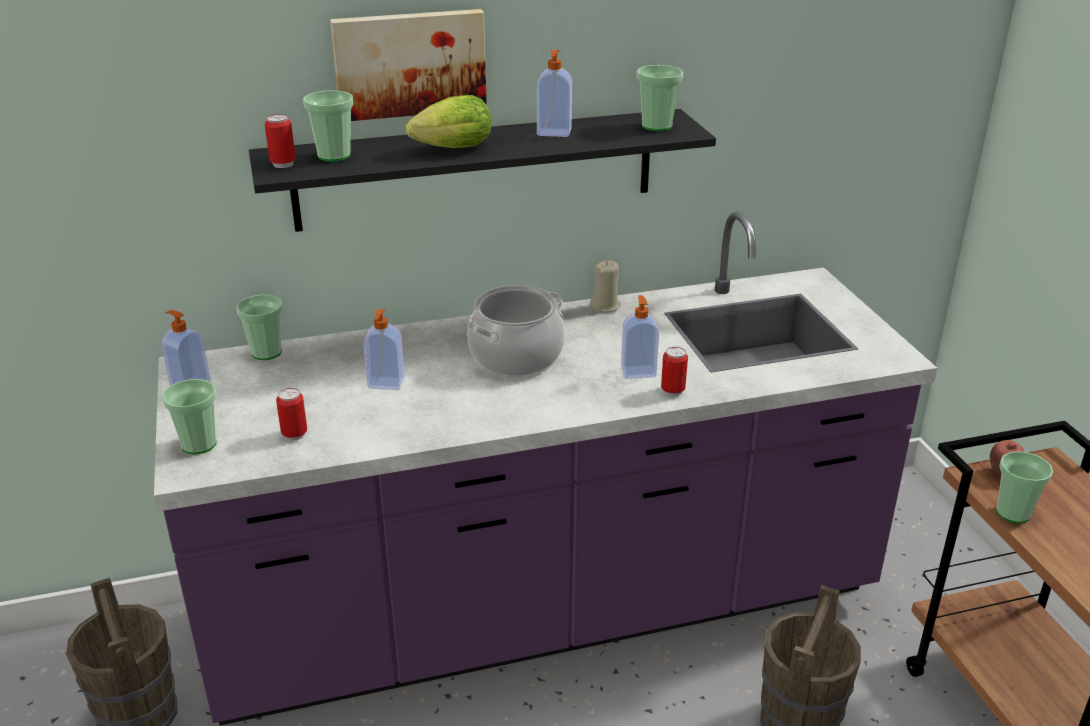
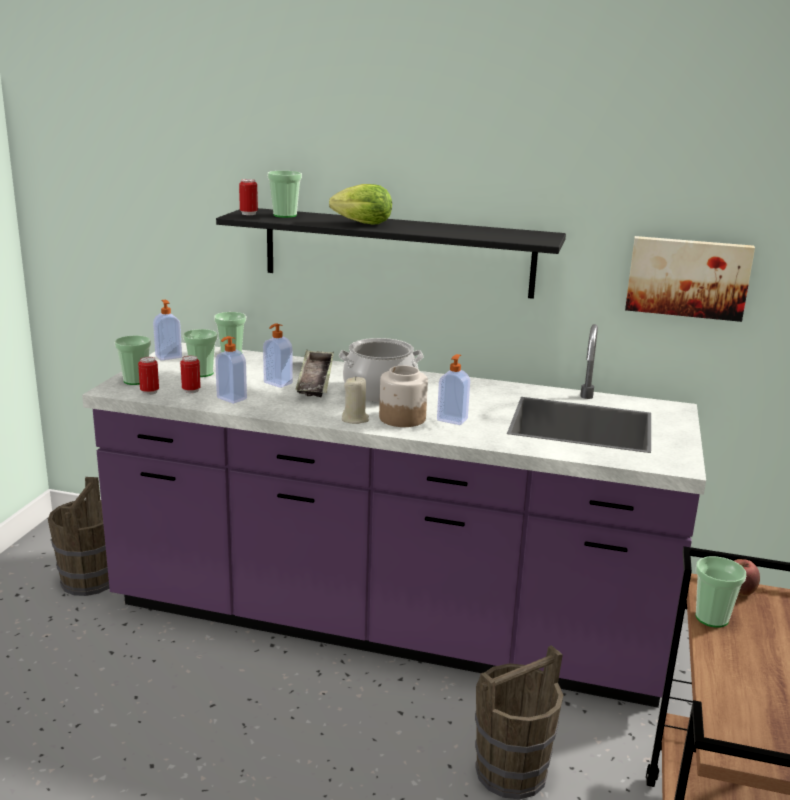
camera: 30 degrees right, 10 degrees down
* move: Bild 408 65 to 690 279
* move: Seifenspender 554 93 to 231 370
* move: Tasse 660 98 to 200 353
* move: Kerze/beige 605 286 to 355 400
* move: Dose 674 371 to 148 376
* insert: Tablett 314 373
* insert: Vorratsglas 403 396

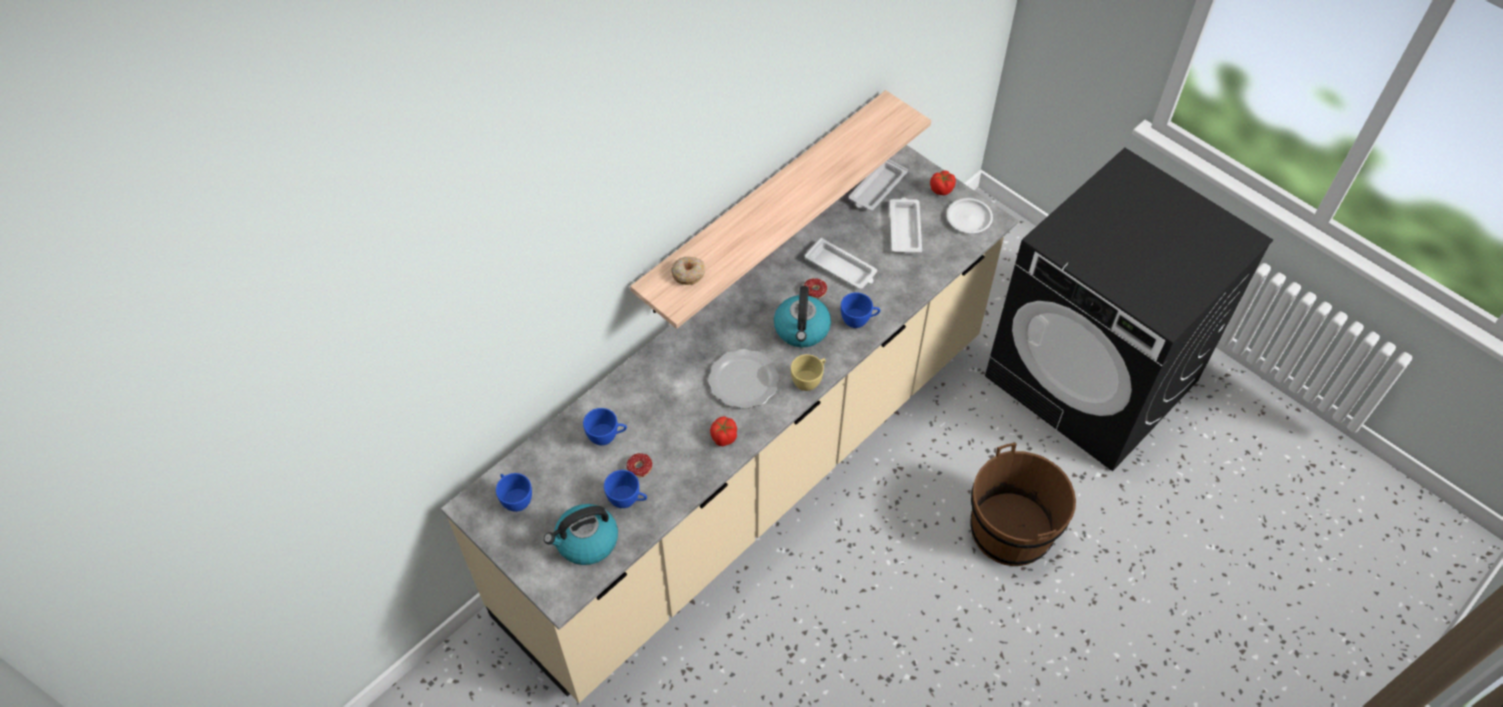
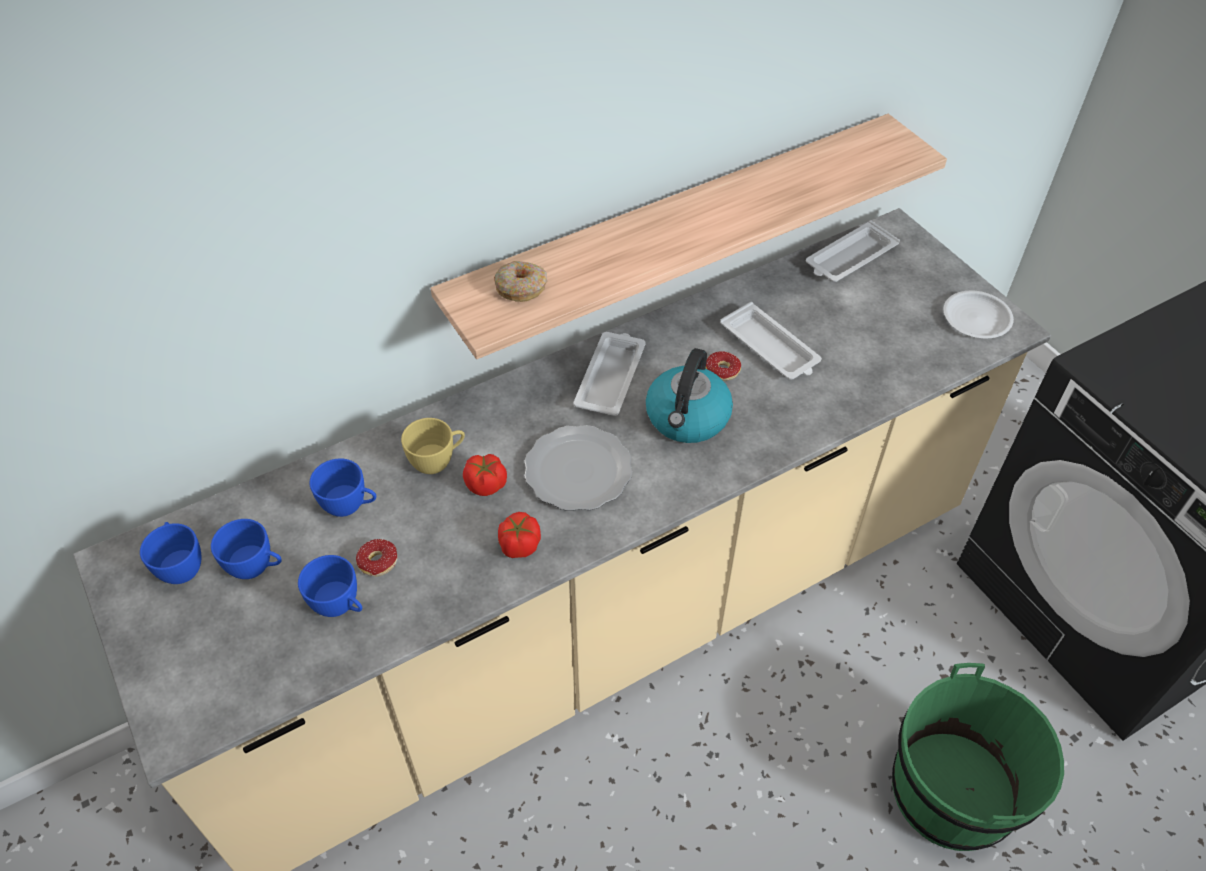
camera: 15 degrees right, 5 degrees down
* move: Tomate 943 182 to 485 475
* move: Tablett/weiß 906 225 to 609 374
* move: Tasse/blau 860 310 to 246 549
* move: Tasse/gelb 808 372 to 433 446
* recolor: Eimer/braun 1023 504 to Eimer/grün 978 757
* delete: Wasserkessel 581 534

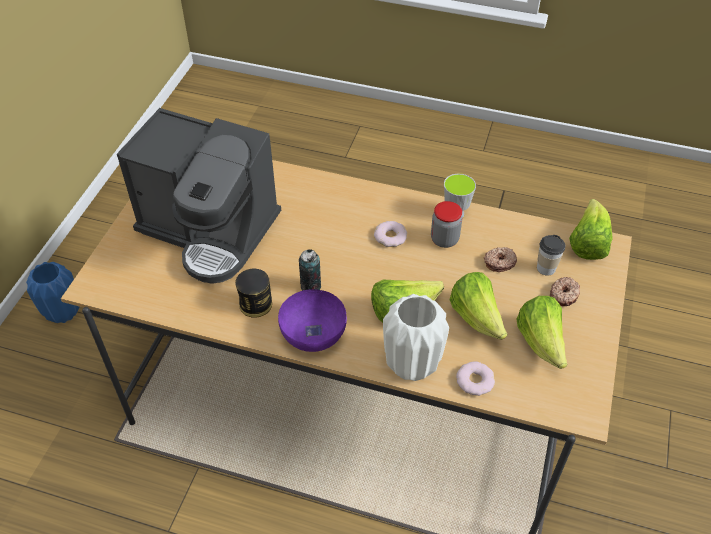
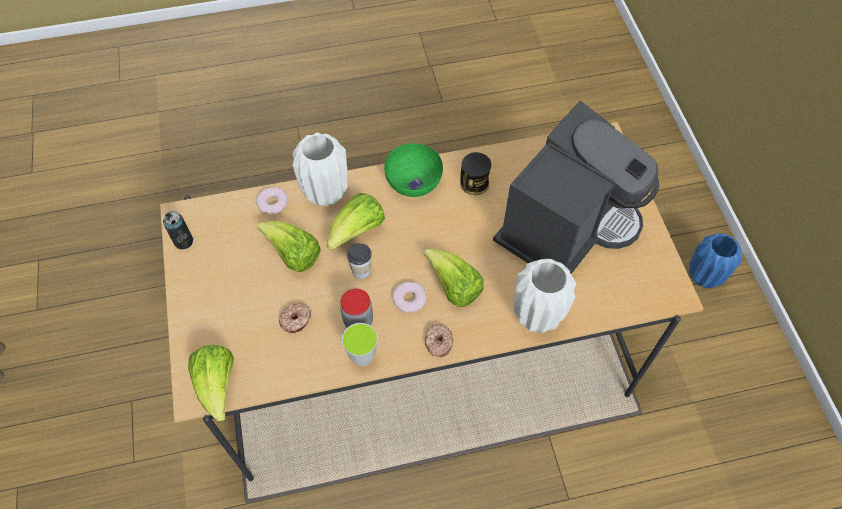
camera: 150 degrees right, 10 degrees up
* rotate: Kaffeemaschine 199 196 = 576 187 135 degrees clockwise
* move: Tasse 551 255 to 359 261
* move: Dose 310 270 to 178 230
* move: Donut 565 291 to 439 340
* recolor: Schüssel/lila 312 320 to Schüssel/grün 413 170
* move: Salatkopf 541 332 to 454 278
* insert: Vase/weiß 545 296

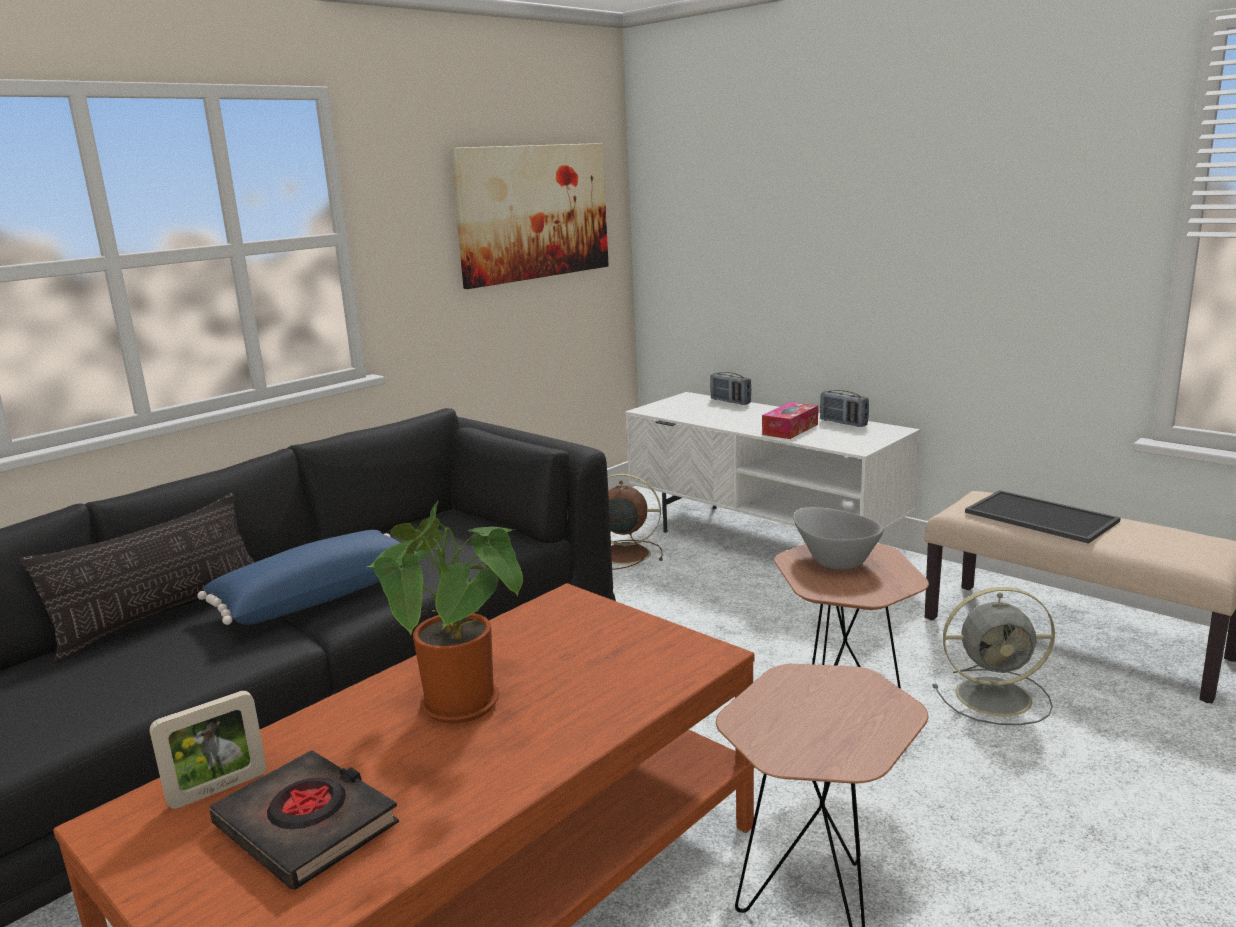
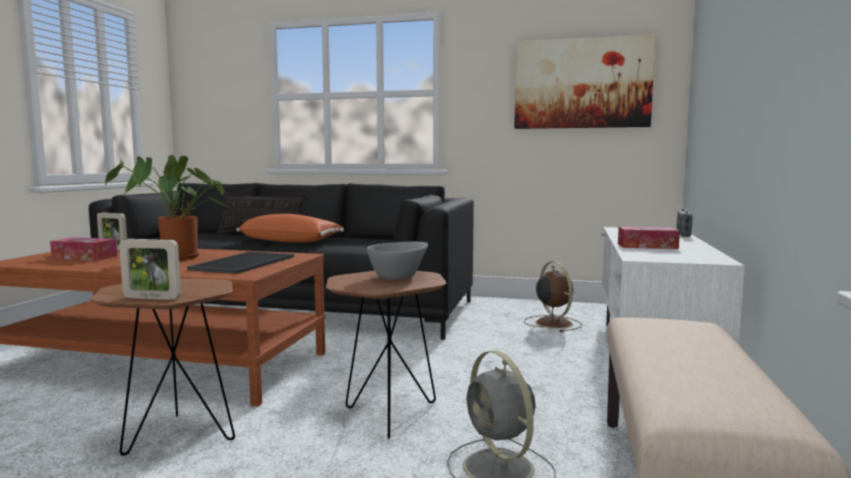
camera: 60 degrees right, 10 degrees down
* delete: Radio 844 408
* move: Tablett 1043 517 to 240 262
* recolor: Kissen/blau 306 577 to Kissen/orange 290 228
* replace: Buch/schwarz 304 820 to Taschentuchbox 83 249
* insert: Bilderrahmen 150 269

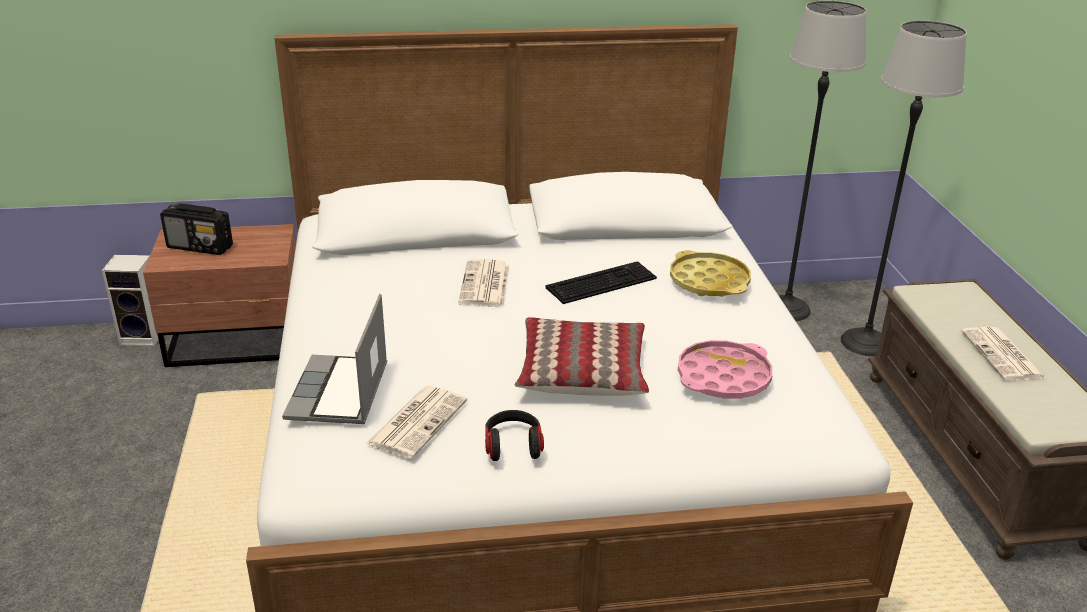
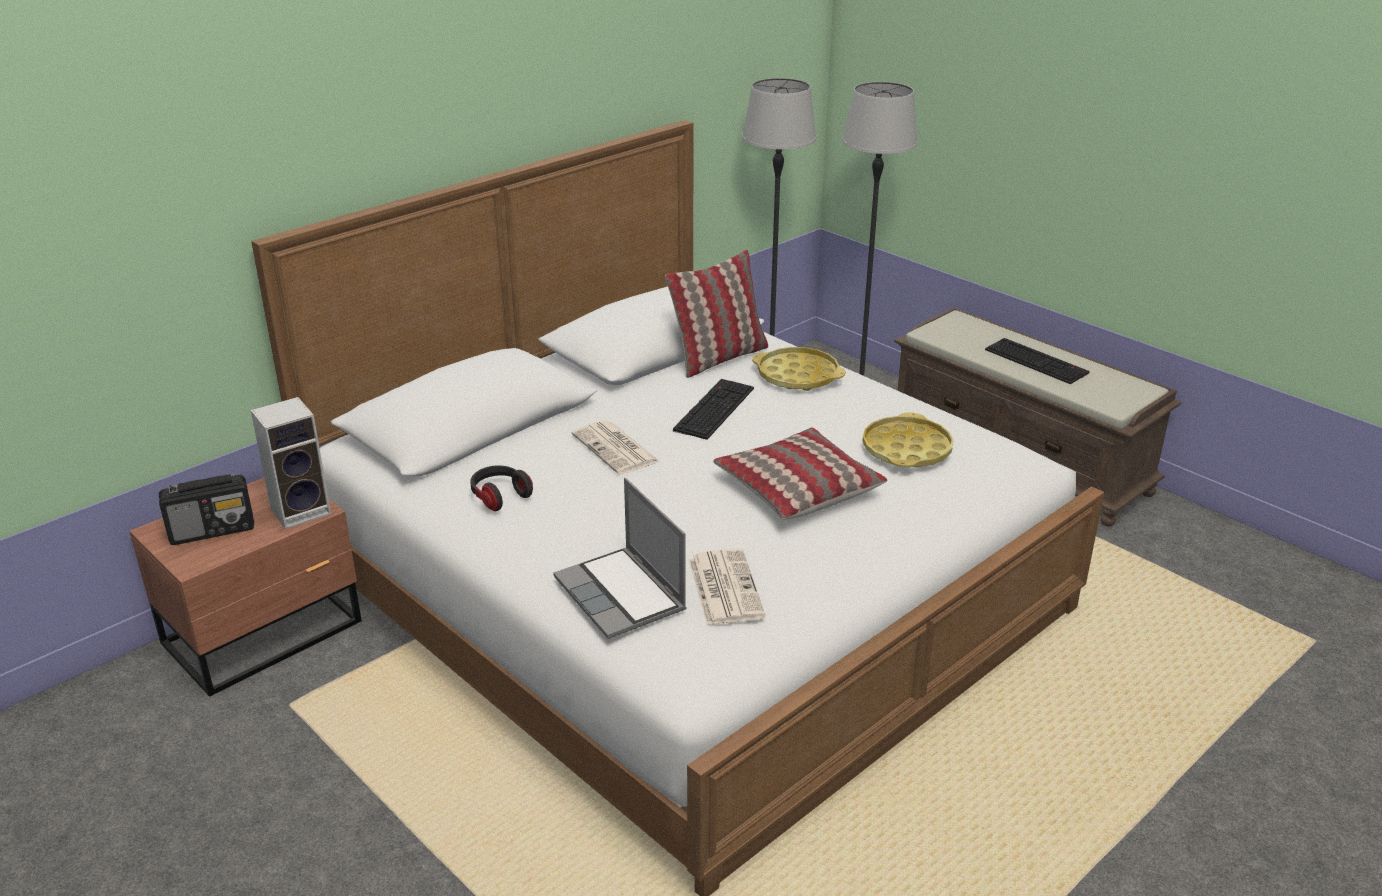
camera: 35 degrees left, 0 degrees up
* move: Lautsprecher 130 300 to 291 463
* replace: Zeitung 1004 354 to Tastatur 1037 361
* recolor: Tablett/rosa 725 369 to Tablett/gelb 908 439
* move: Kopfhörer 514 435 to 501 488
* insert: Kissen 716 313

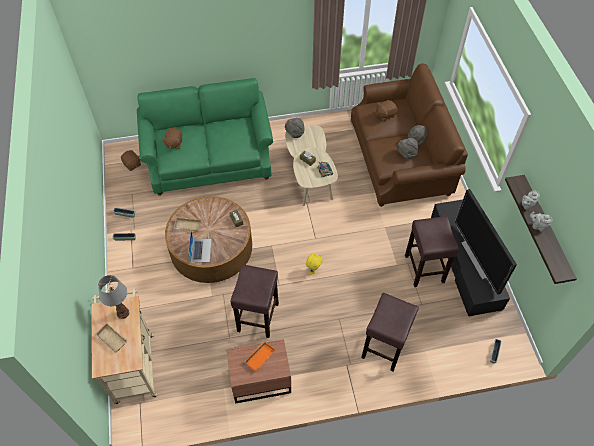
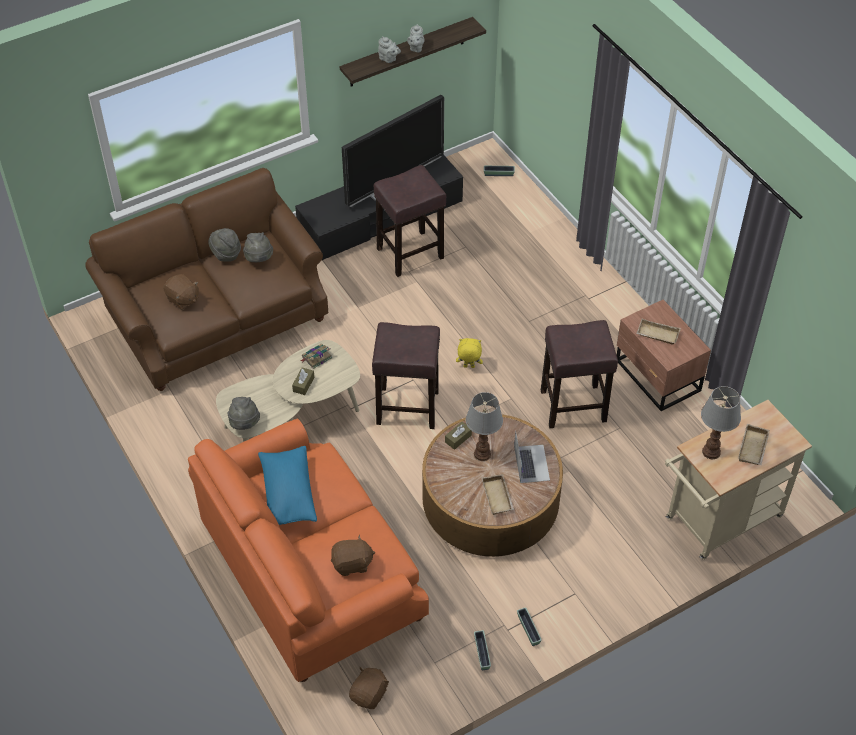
camera: 110 degrees left, 5 degrees down
* recolor: Sofa/grün 205 137 to Sofa/orange 308 550
* rotate: Laptop 199 246 = 532 457 105 degrees clockwise
* move: Hocker/braun 390 332 to 406 375
* recolor: Tablett/orange 260 356 to Tablett/beige 658 332
* insert: Tischlampe 484 426
* insert: Kissen/blau 287 485

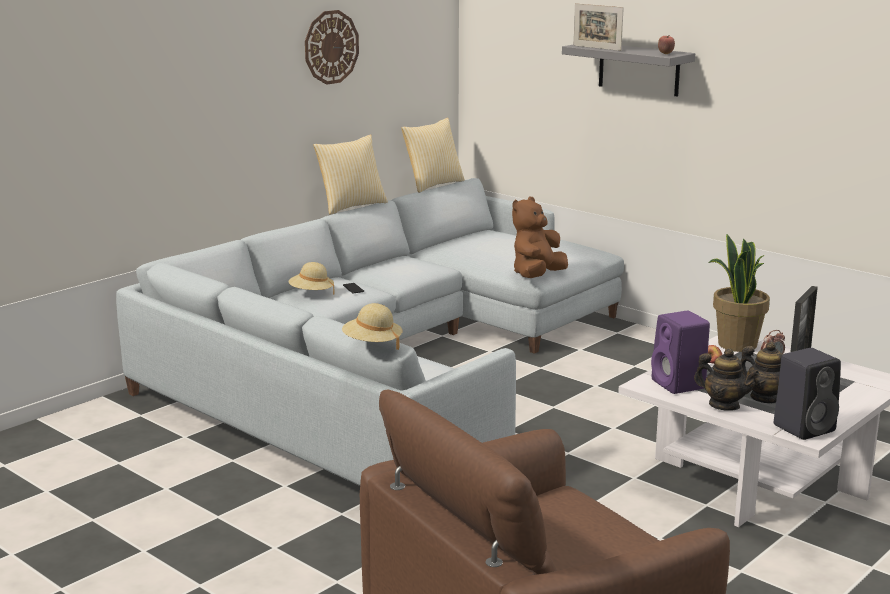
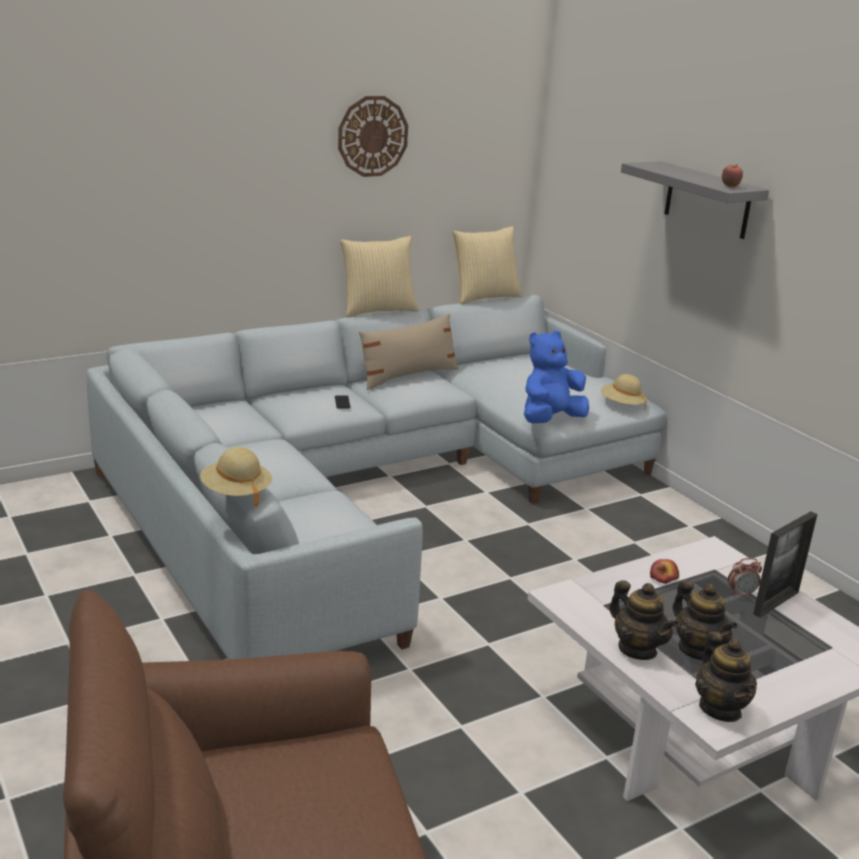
camera: 15 degrees right, 5 degrees up
* delete: Bilderrahmen 598 27
* recolor: Plüschtier/braun 540 237 to Plüschtier/blau 556 377
* delete: Topfpflanze 739 293
* move: Hut/beige 311 278 to 624 392
* delete: Lautsprecher/lila 680 352
* replace: Lautsprecher/schwarz 807 394 to Teekanne 726 677
* insert: Kissen/beige 409 352

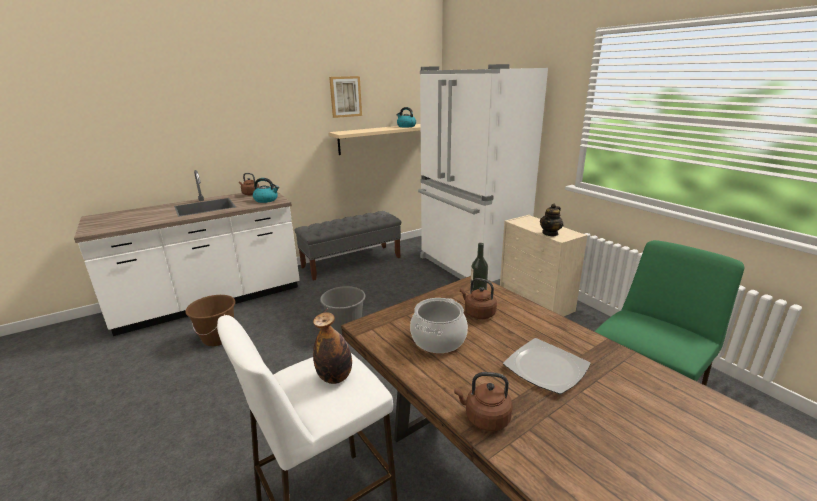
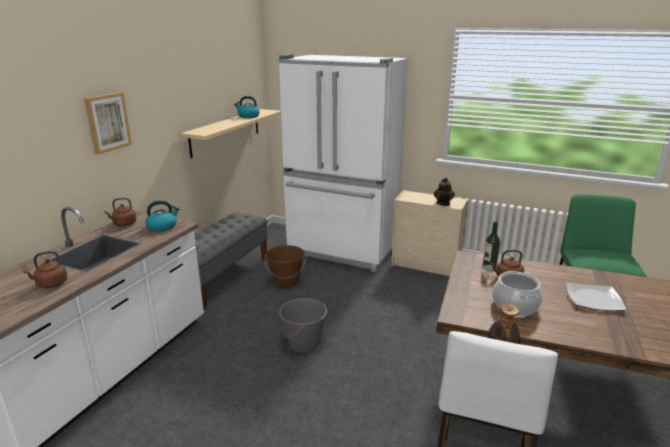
camera: 35 degrees left, 0 degrees up
* move: Bild 345 97 to 108 123
* move: Eimer/braun 210 320 to 285 266
* move: Wasserkessel/braun 483 401 to 45 269

